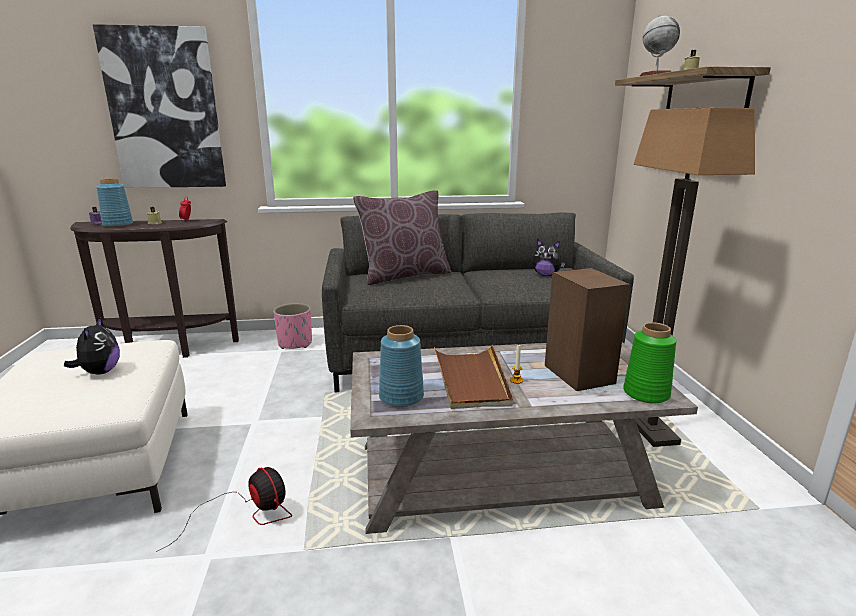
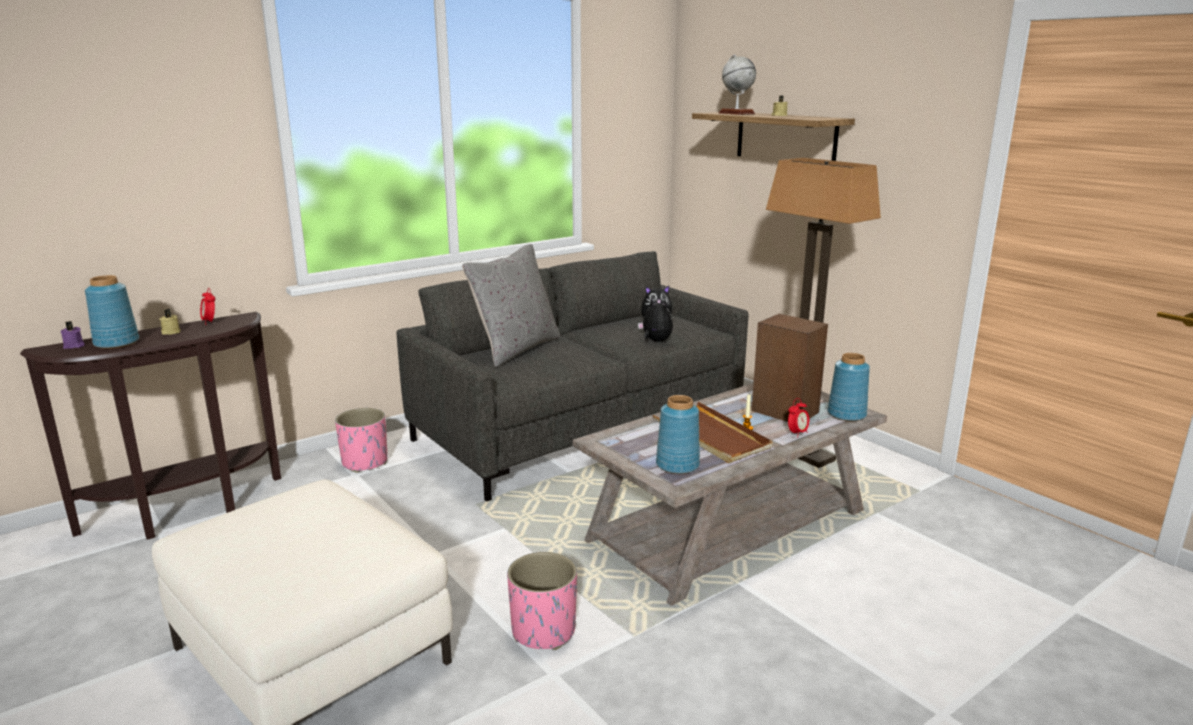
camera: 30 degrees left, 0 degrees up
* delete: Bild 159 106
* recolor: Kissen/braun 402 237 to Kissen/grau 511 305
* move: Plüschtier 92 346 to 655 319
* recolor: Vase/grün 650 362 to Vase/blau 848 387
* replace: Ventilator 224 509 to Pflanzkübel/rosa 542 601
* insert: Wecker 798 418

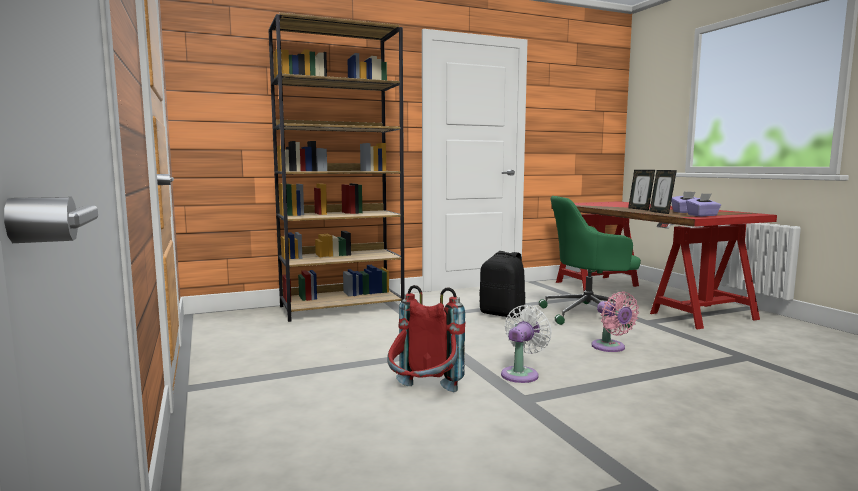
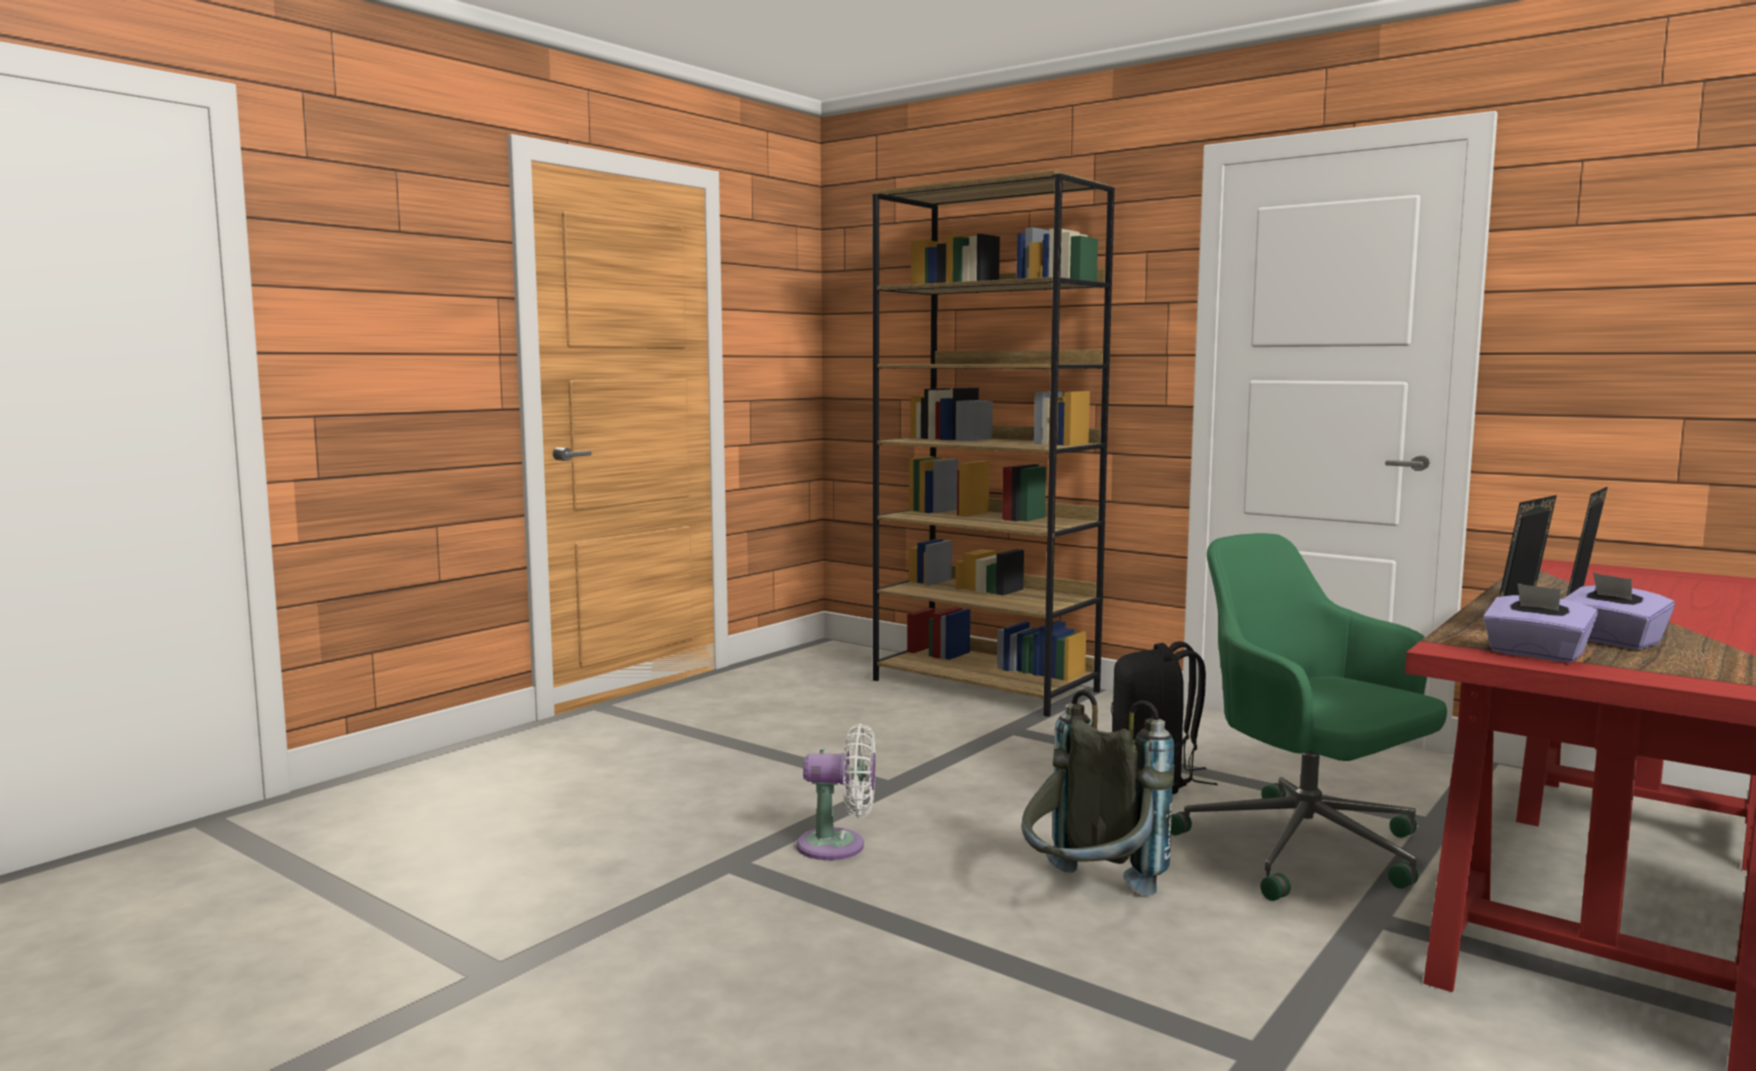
camera: 60 degrees right, 0 degrees up
* delete: Rucksack/rot 426 338
* replace: Ventilator/rosa 615 322 to Rucksack/grau 1098 792

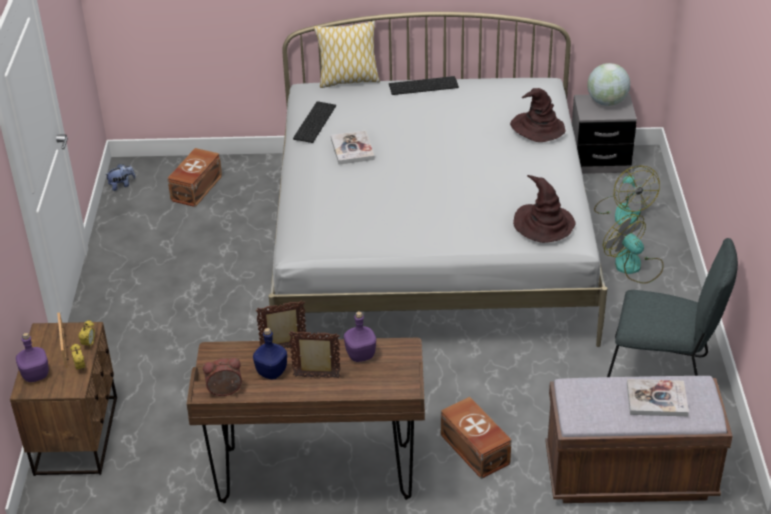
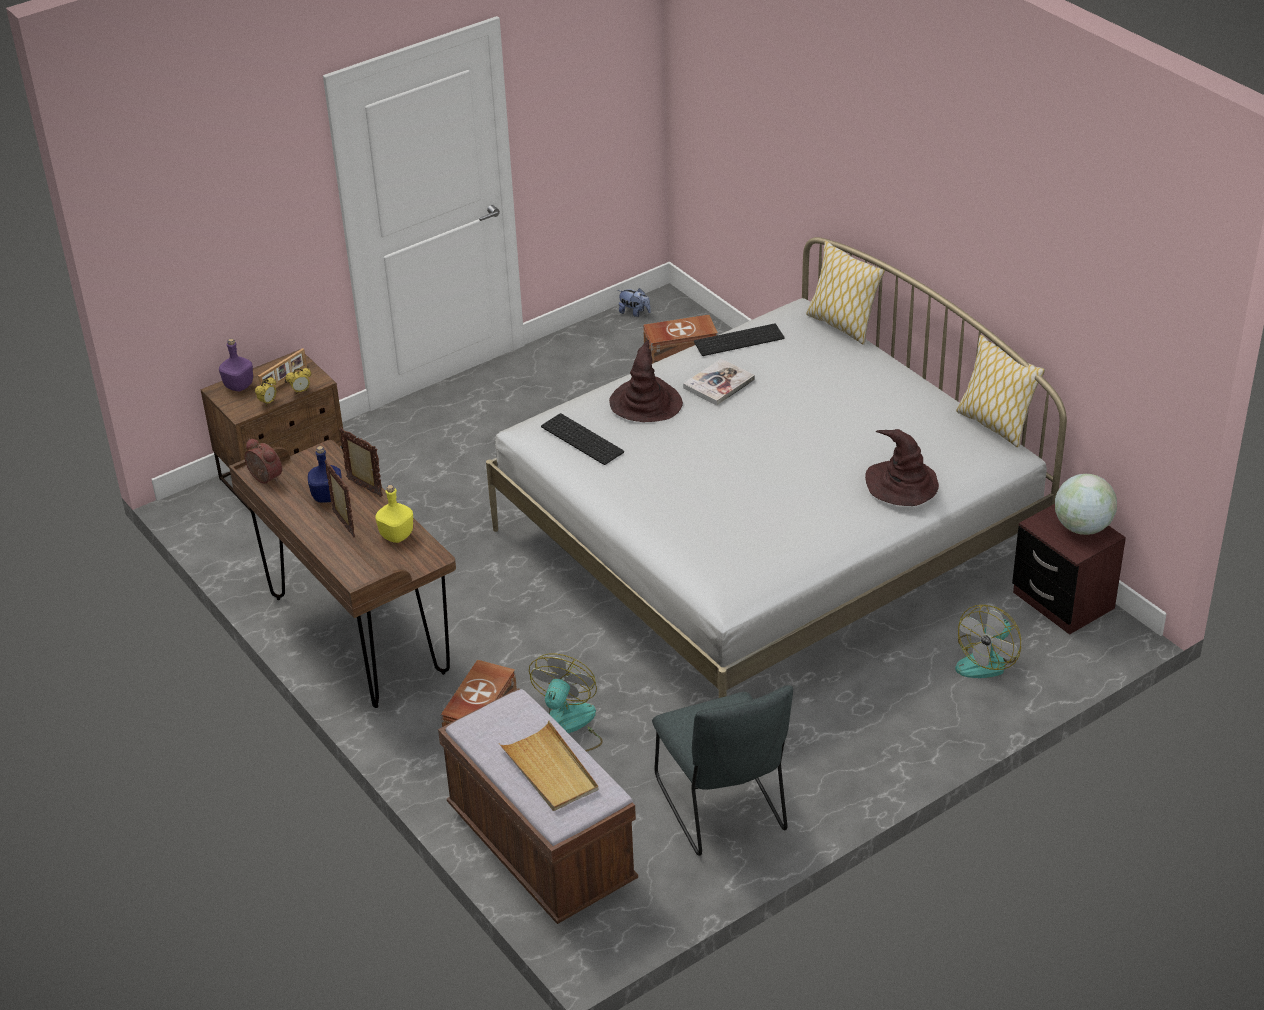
camera: 55 degrees right, 0 degrees up
* move: Tastatur 424 85 to 582 439
* recolor: Nachttisch/grau 604 134 to Nachttisch/braun 1069 569
* move: Hut/braun 544 209 to 646 381
* move: Ventilator 633 249 to 565 702
* recolor: Flasche/lila 360 336 to Flasche/gelb 394 514
* replace: Buch 658 397 to Tablett/beige 549 766
* insert: Kissen 1000 391

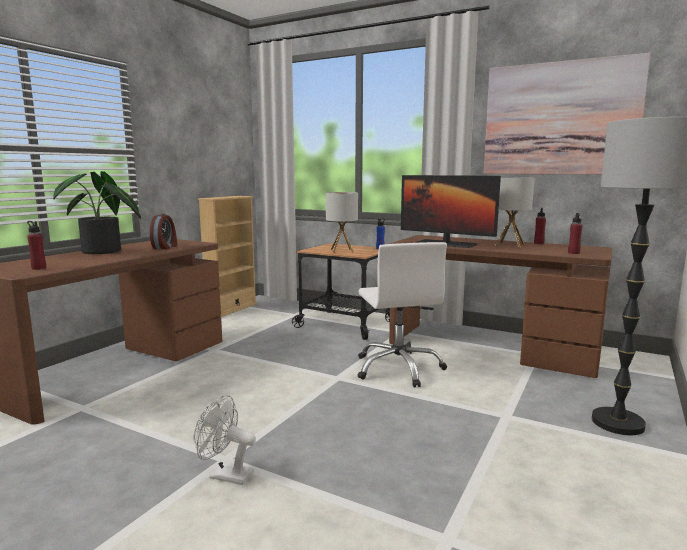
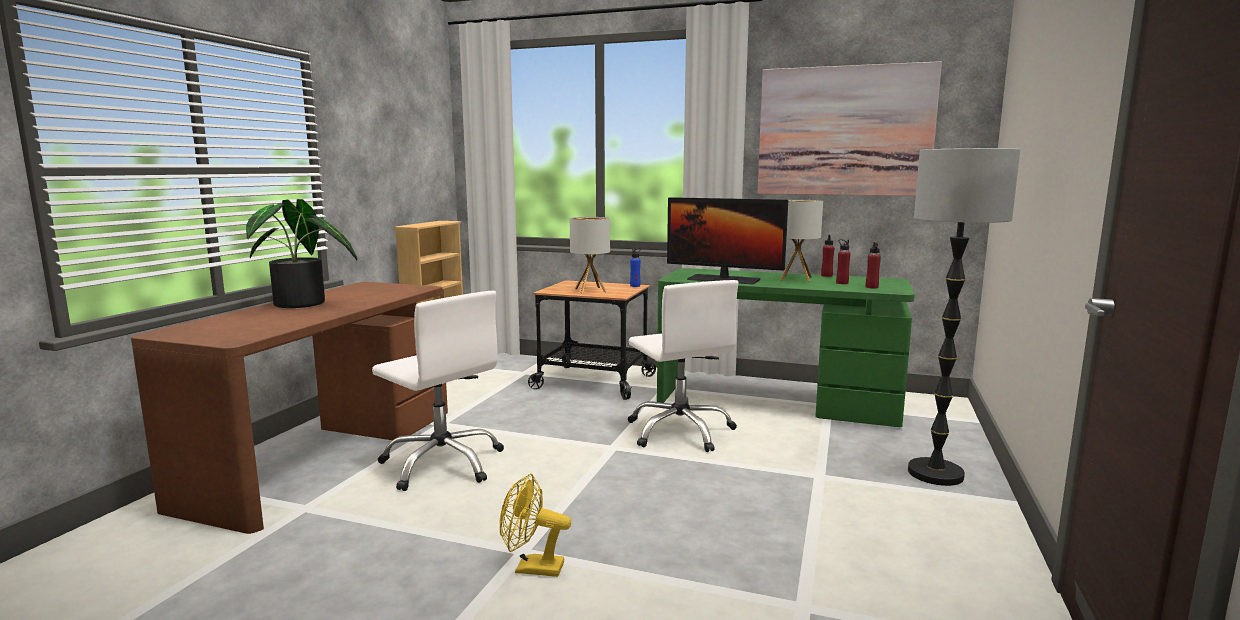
camera: 10 degrees left, 0 degrees up
* delete: Wecker 163 231
* move: Flasche/rot 36 245 to 843 261
* recolor: Schreibtisch/braun 501 306 to Schreibtisch/grün 786 347
* recolor: Ventilator/weiß 225 440 to Ventilator/gelb 535 525
* insert: Bürostuhl/weiß 438 391

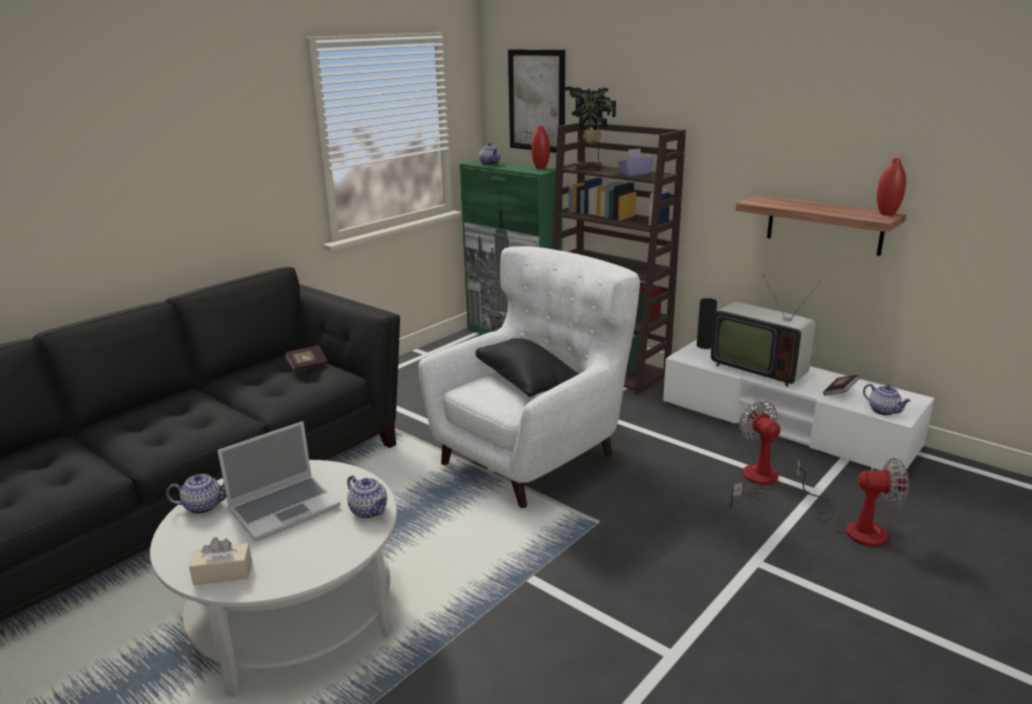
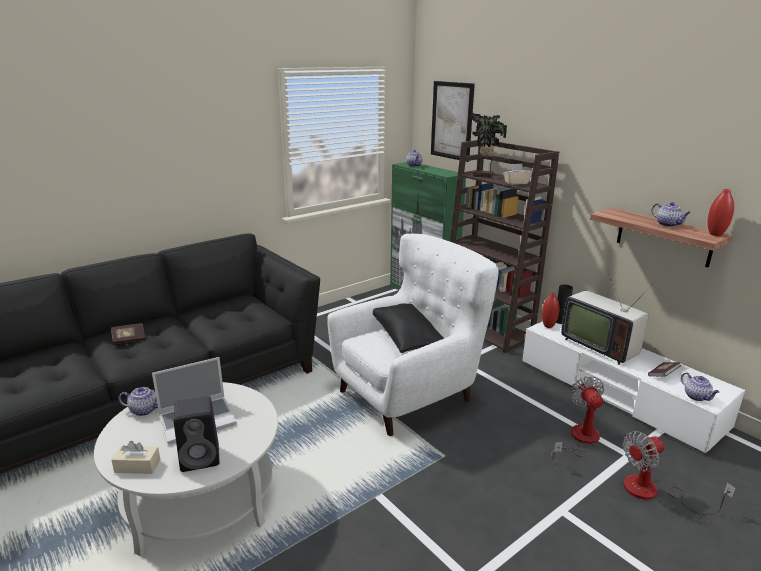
camera: 10 degrees right, 0 degrees up
* move: Vase/rot 540 147 to 551 310
* recolor: Taschentuchbox/lila 636 162 to Taschentuchbox/beige 517 174
* move: Buch 306 358 to 128 333
* rotate: Ventilator 852 502 = 679 473 135 degrees clockwise
* move: Teekanne 367 496 to 671 214
* insert: Lautsprecher/schwarz 196 434

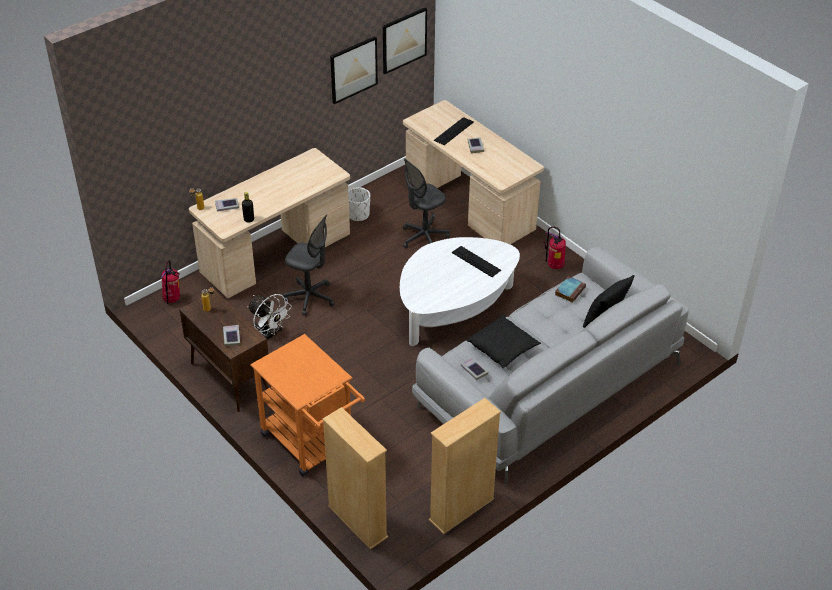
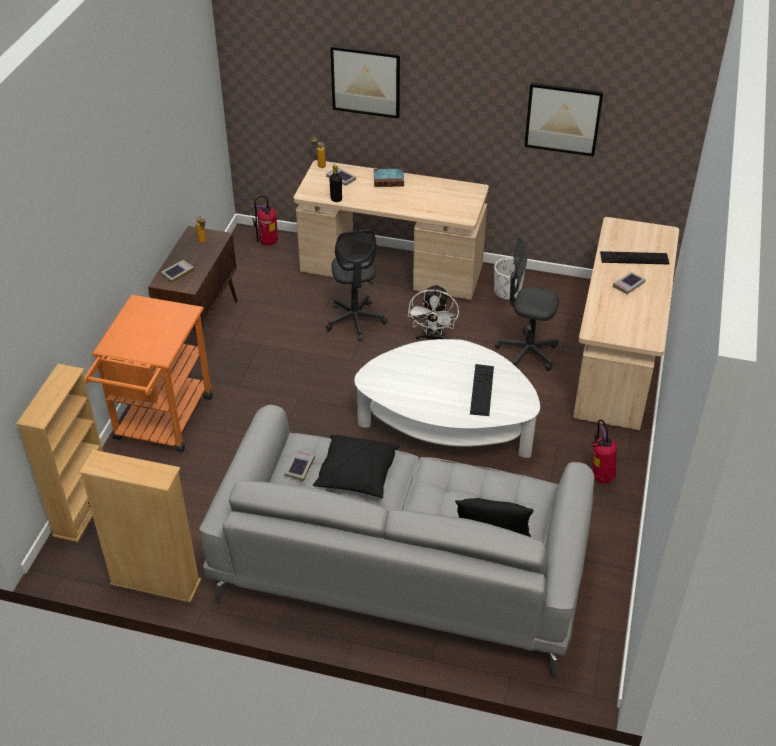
camera: 55 degrees right, 0 degrees up
* move: Bild 405 40 to 365 82
* move: Buch 570 289 to 389 178
* move: Ventilator/weiß 269 316 to 433 312

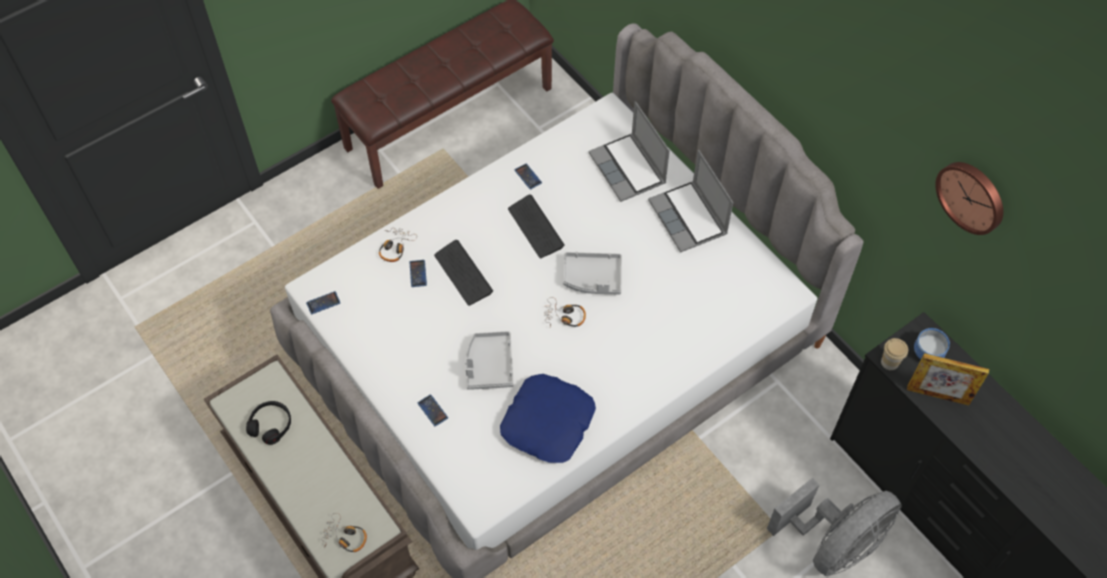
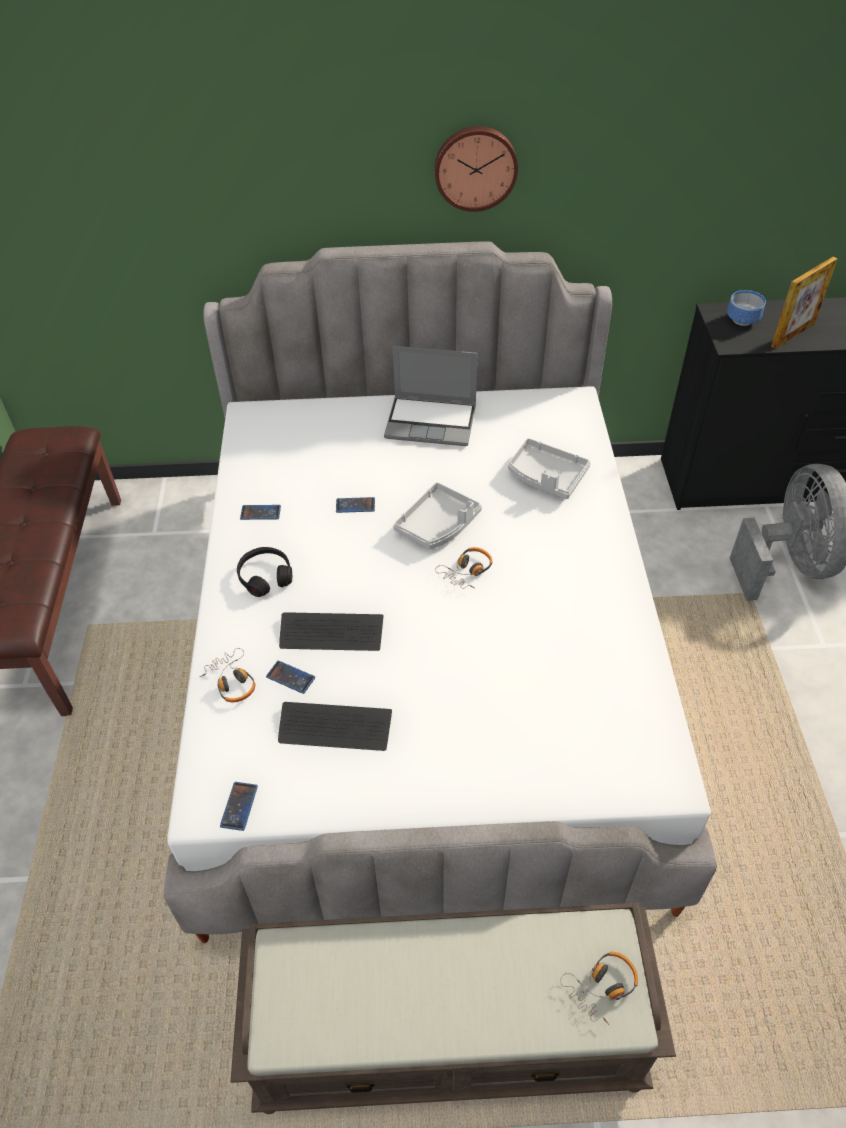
camera: 55 degrees left, 10 degrees down
* delete: Laptop 629 151
* move: Wanduhr 969 198 to 476 169
* move: Tastatur 536 226 to 335 726
* move: Tablett/grau 489 360 to 549 468
* delete: Tasse 894 354
* delete: Kissen/blau 548 418
* move: Handy 433 410 to 355 505
* move: Kopfhörer/schwarz 268 423 to 264 572

